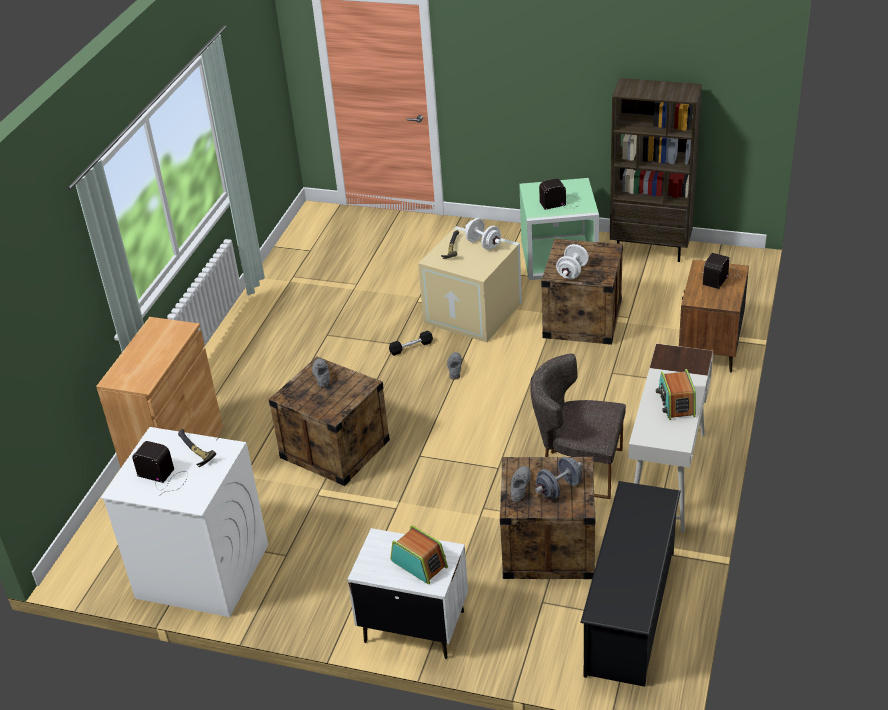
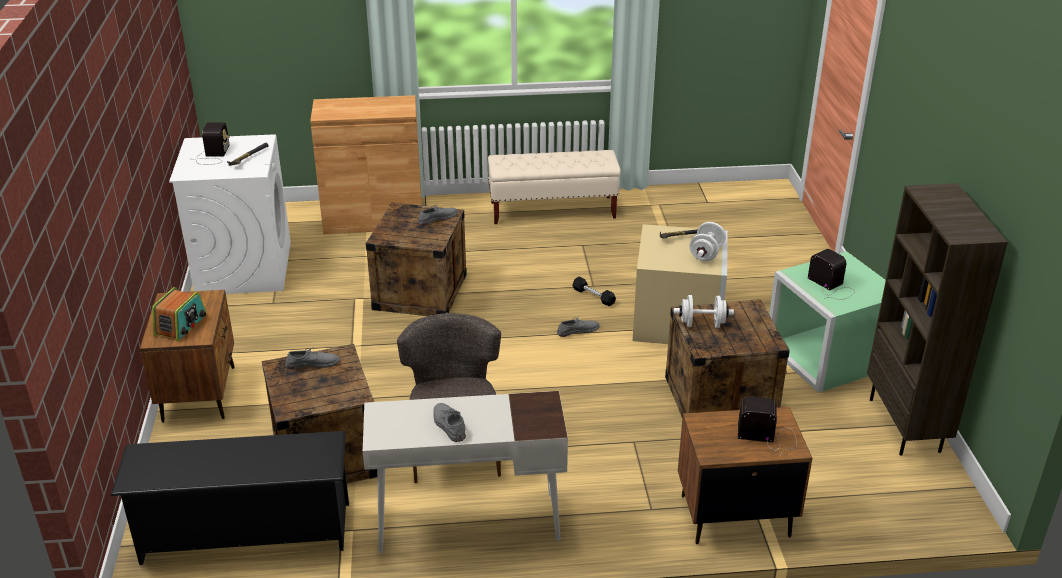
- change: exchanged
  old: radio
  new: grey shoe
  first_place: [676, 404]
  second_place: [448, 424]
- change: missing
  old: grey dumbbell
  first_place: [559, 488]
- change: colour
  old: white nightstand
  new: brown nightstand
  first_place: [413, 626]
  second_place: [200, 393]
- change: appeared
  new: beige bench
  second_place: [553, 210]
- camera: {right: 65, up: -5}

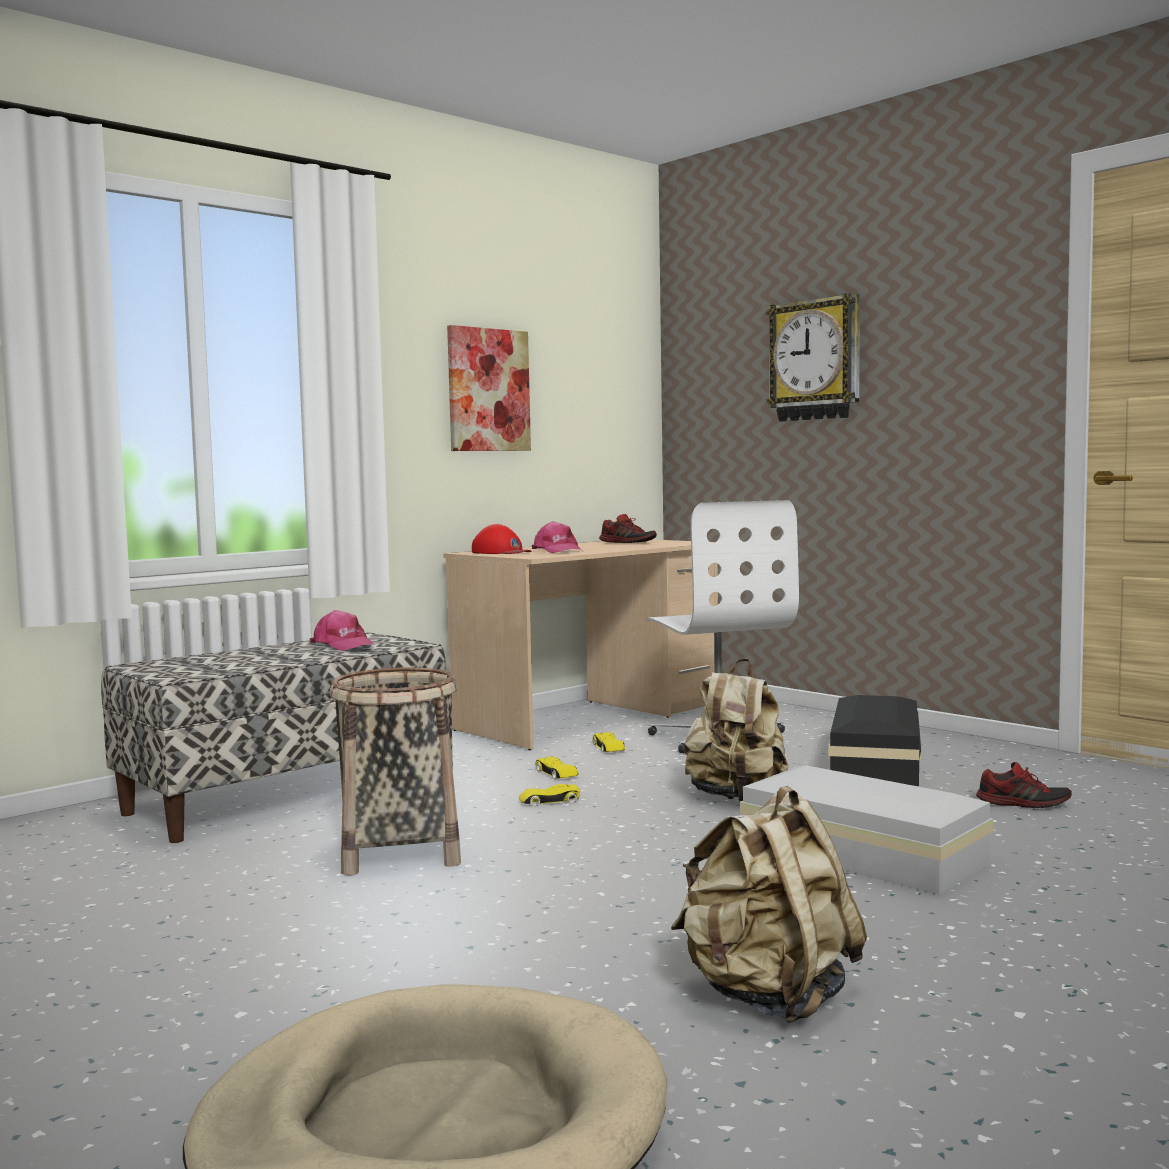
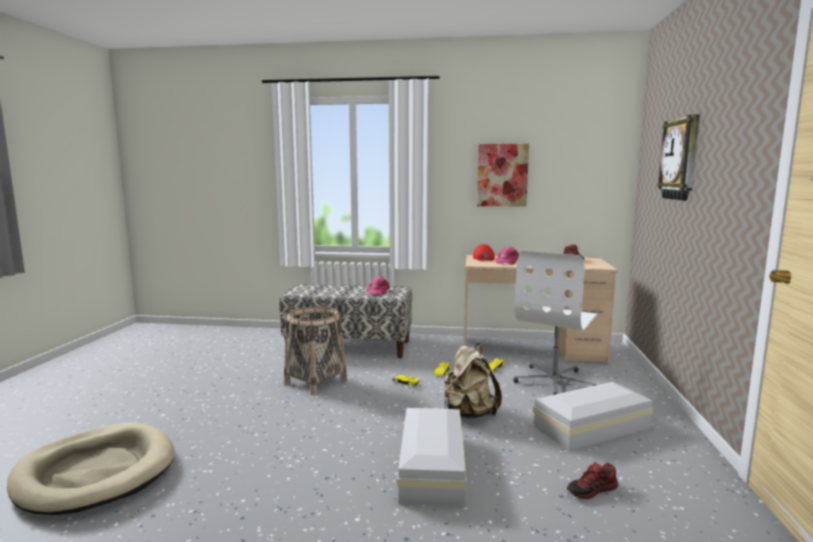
- change: colour
  old: black storage box
  new: white storage box
  first_place: [878, 761]
  second_place: [593, 427]
- change: spun
  old: shoe
  first_place: [1023, 803]
  second_place: [592, 490]
  degrees: 90
- change: missing
  old: beige backpack
  first_place: [768, 996]
- camera: {right: 50, up: 5}

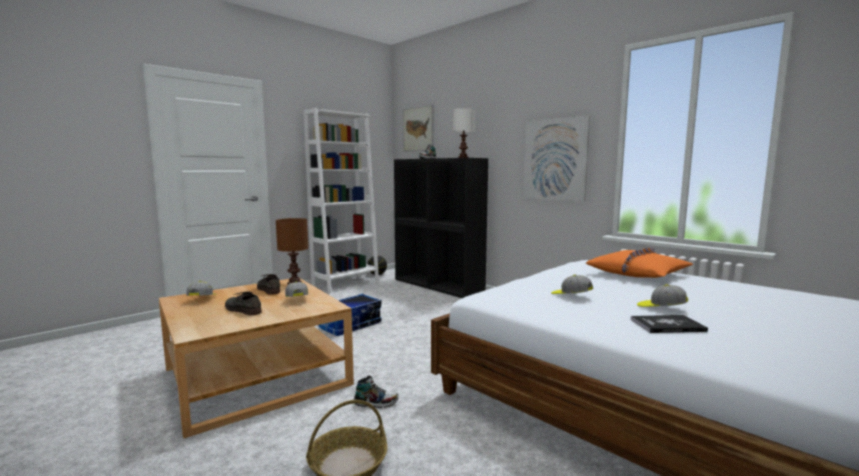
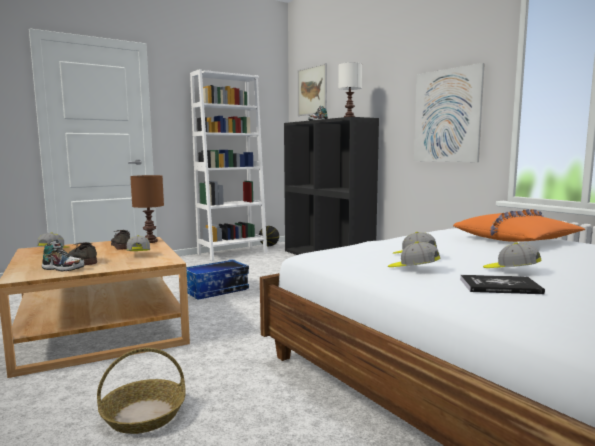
- change: relocated
  old: shoe
  first_place: [376, 403]
  second_place: [63, 268]
- change: appeared
  new: cap
  second_place: [412, 269]
- camera: {right: 10, up: 0}

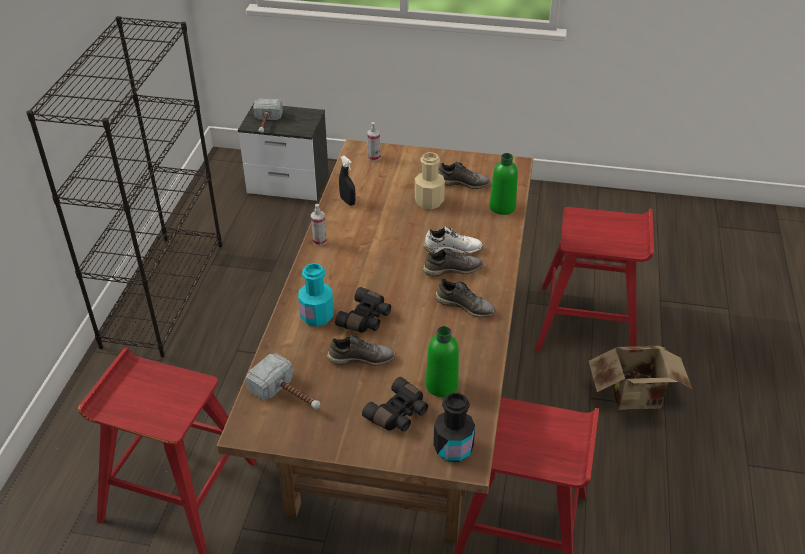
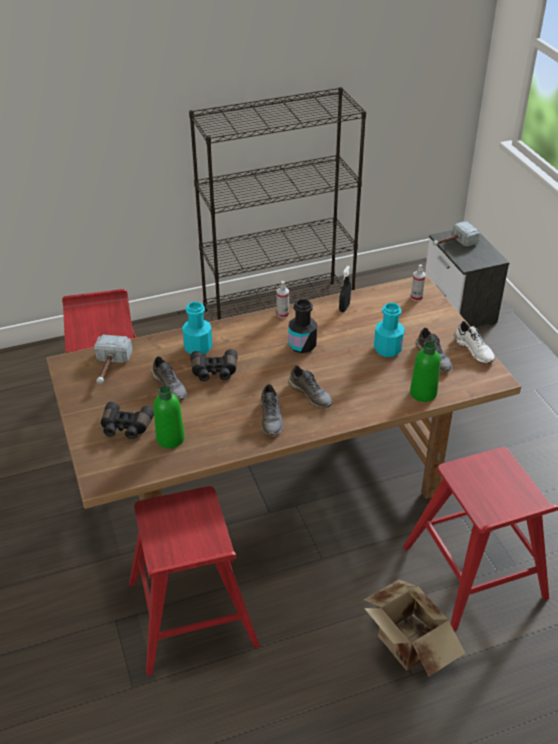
- change: colour
  old: beige bottle
  new: turquoise bottle
  first_place: [429, 201]
  second_place: [387, 349]
- change: relocated
  old: white shoe
  first_place: [452, 248]
  second_place: [474, 350]
- change: relocated
  old: black bottle
  first_place: [453, 448]
  second_place: [302, 345]
- camera: {right: 60, up: 0}

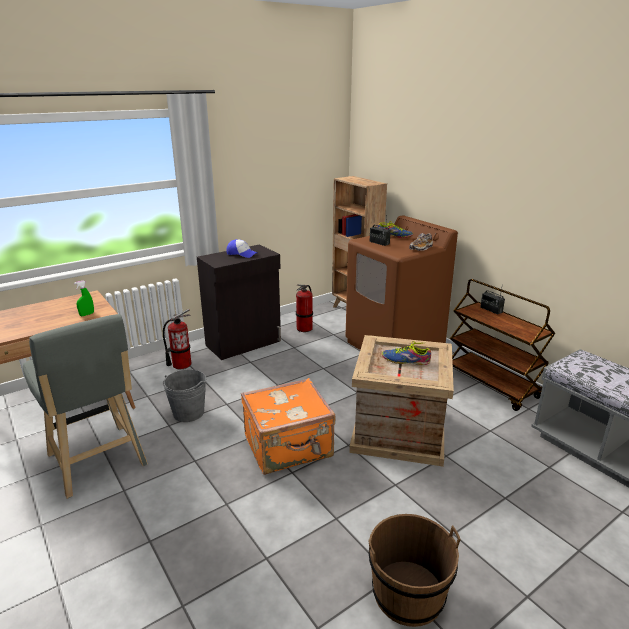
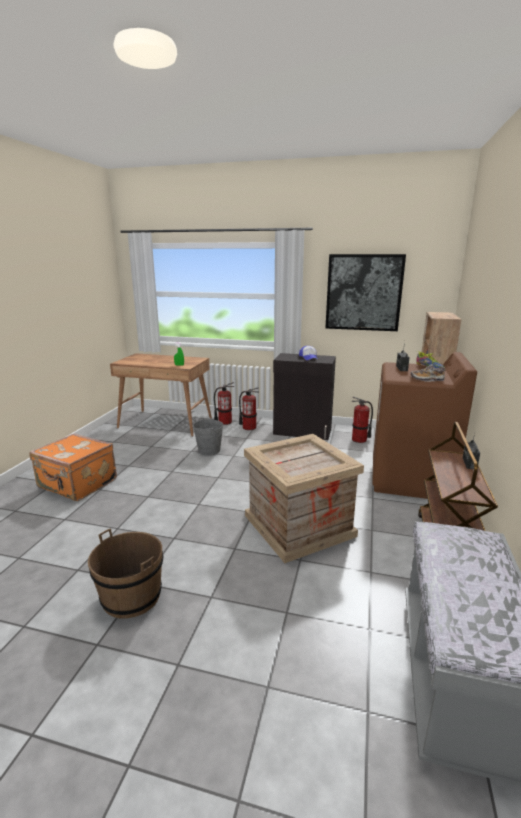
- change: missing
  old: grey stool
  first_place: [98, 463]
- change: missing
  old: shoe
  first_place: [406, 360]
- change: relocated
  old: orange suitcase
  first_place: [289, 447]
  second_place: [77, 484]
- change: appeared
  new: picture
  second_place: [363, 292]
- change: appeared
  new: fire extinguisher
  second_place: [225, 422]
- camera: {right: 50, up: -5}

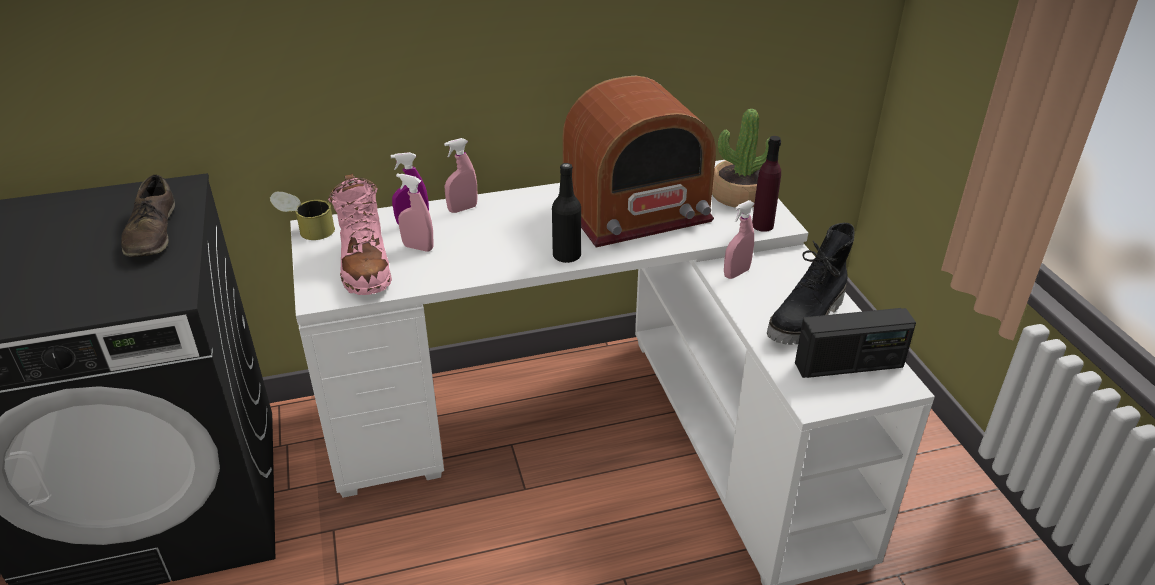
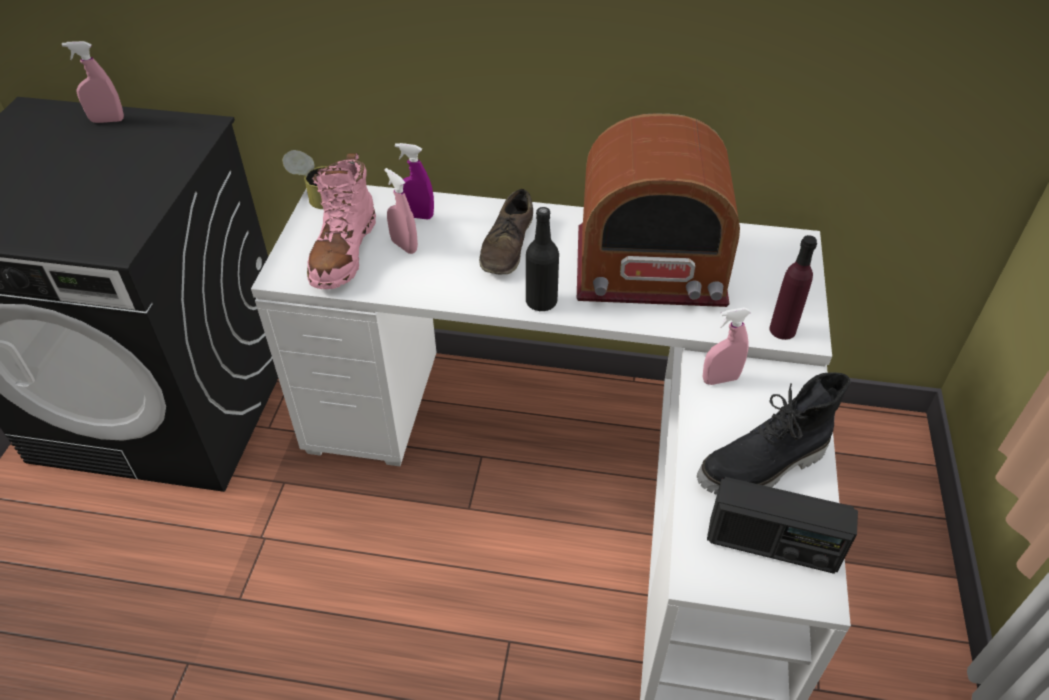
- change: missing
  old: potted plant
  first_place: [739, 195]
- change: relocated
  old: pink spray bottle
  first_place: [462, 209]
  second_place: [107, 120]
- change: relocated
  old: brown shoe
  first_place: [152, 233]
  second_place: [507, 245]
- camera: {right: 25, up: 10}

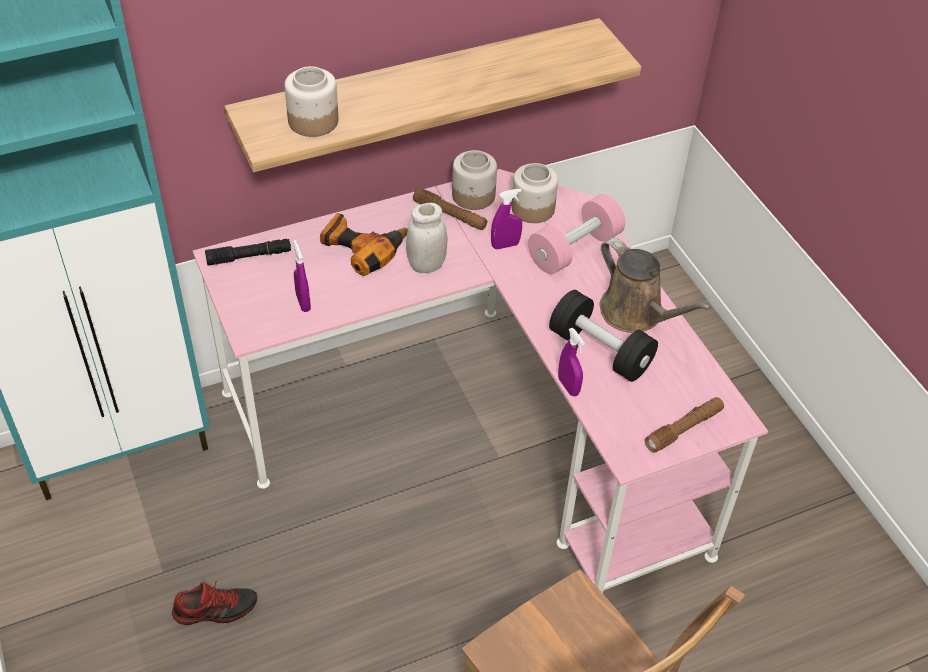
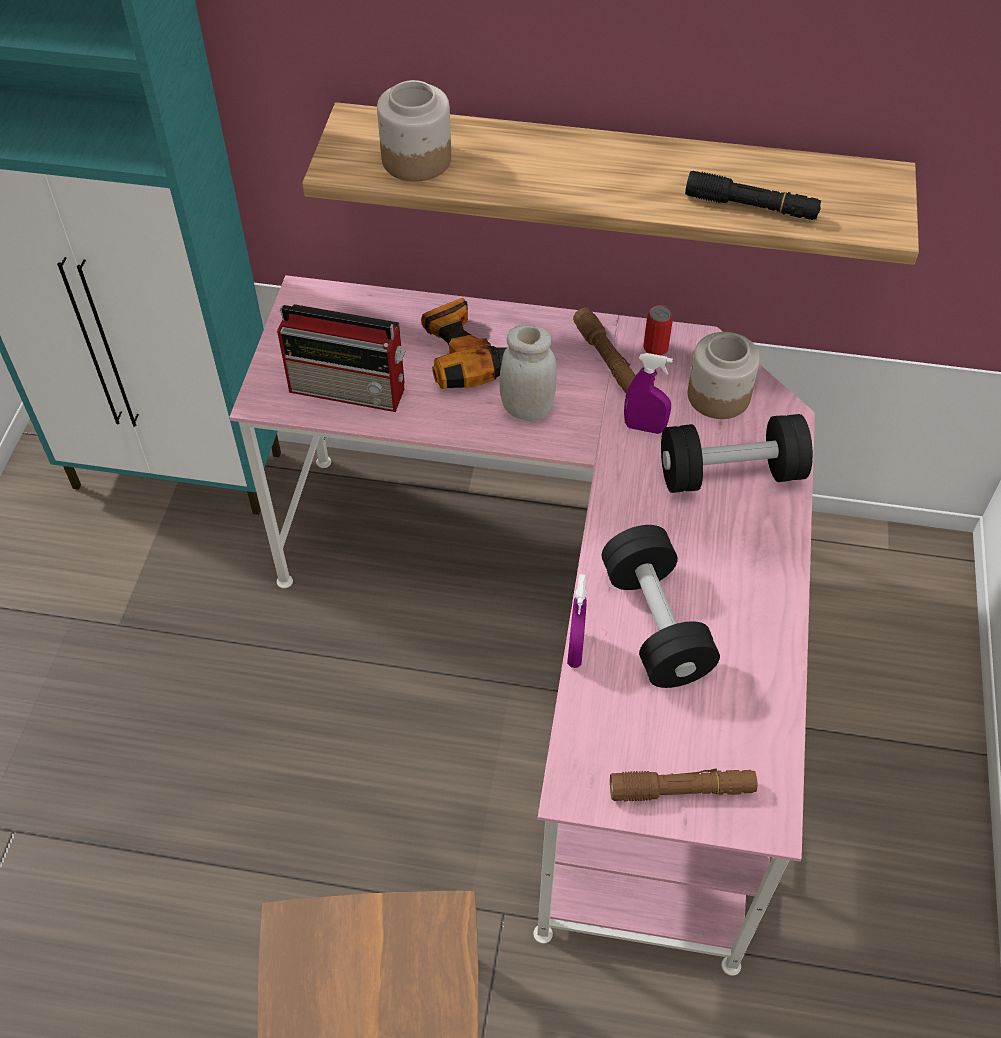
- change: exchanged
  old: jar
  new: can
  first_place: [474, 196]
  second_place: [655, 347]
- change: colour
  old: pink dumbbell
  new: black dumbbell
  first_place: [574, 249]
  second_place: [730, 474]
- change: missing
  old: brown watering can
  first_place: [636, 314]
- change: relocated
  old: black flashlight
  first_place: [249, 257]
  second_place: [751, 207]
- change: exchanged
  old: purple spray bottle
  new: radio
  first_place: [303, 302]
  second_place: [350, 389]
- change: missing
  old: shoe
  first_place: [215, 609]
- camera: {right: 35, up: 5}

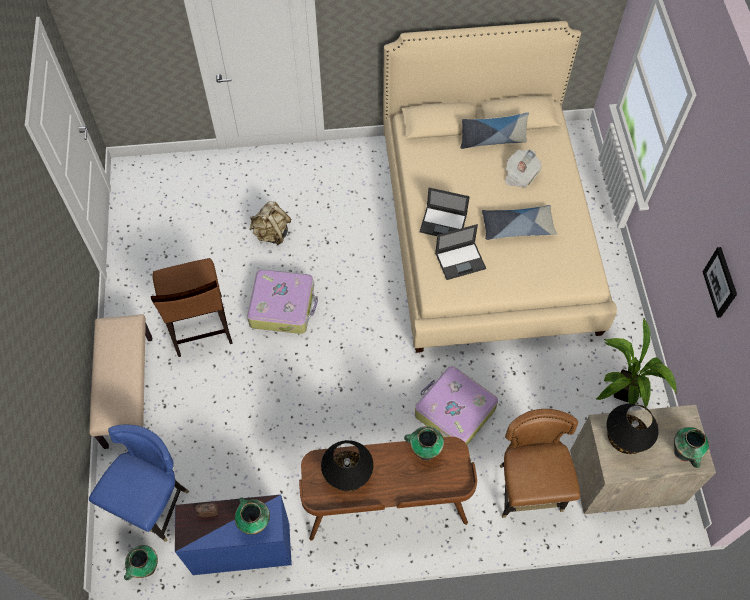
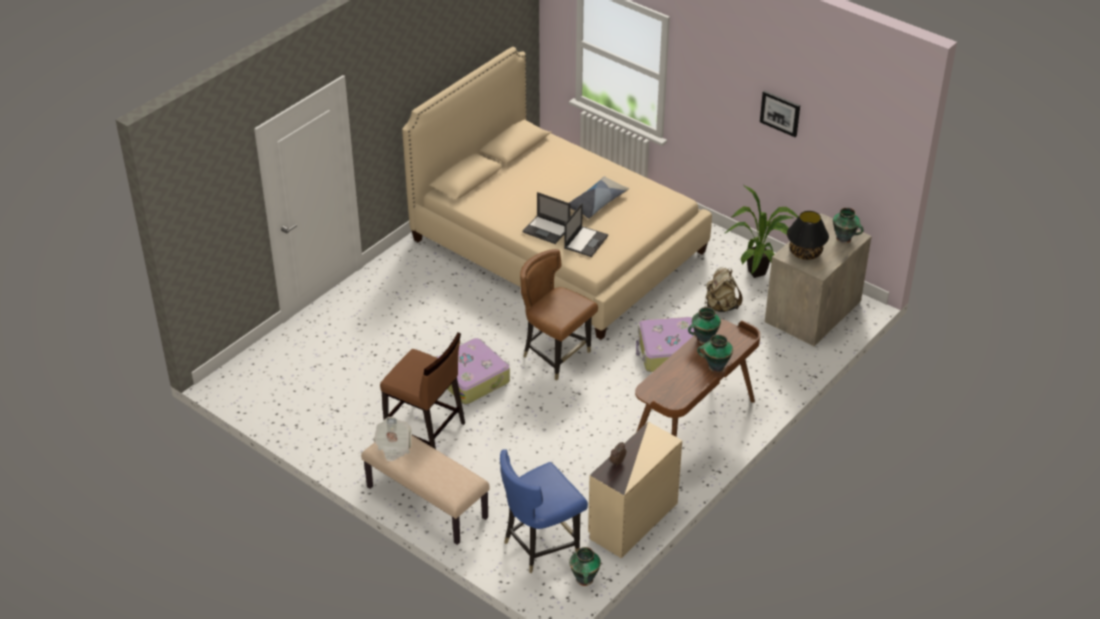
- change: missing
  old: pillow
  first_place: [492, 141]
- change: relocated
  old: newspaper
  first_place: [520, 175]
  second_place: [393, 447]
- change: spun
  old: laptop
  first_place: [443, 223]
  second_place: [547, 230]
  degrees: 60
- change: relocated
  old: beige backpack
  first_place: [272, 233]
  second_place: [721, 306]
- change: relocated
  old: brown chair
  first_place: [528, 489]
  second_place: [556, 356]
- change: spun
  old: blue chair
  first_place: [154, 505]
  second_place: [540, 545]
  degrees: -105
- change: missing
  old: black table lamp
  first_place: [347, 474]
- change: colour
  old: blue dresser
  new: beige dresser
  first_place: [241, 547]
  second_place: [632, 520]
- change: relocated
  old: vase
  first_place: [254, 523]
  second_place: [715, 367]
- camera: {right: -45, up: -20}

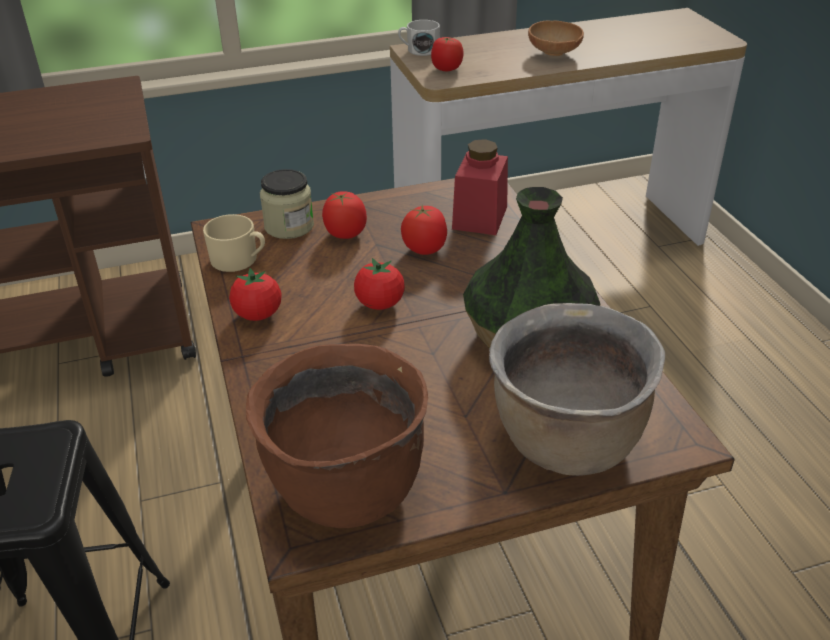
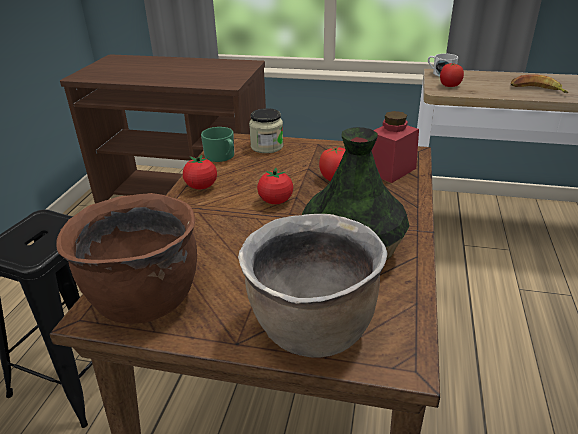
- change: exchanged
  old: brown bowl
  new: banana
  first_place: [553, 54]
  second_place: [537, 90]
- change: missing
  old: tomato
  first_place: [345, 234]
- change: colour
  old: beige mug
  new: green mug
  first_place: [239, 260]
  second_place: [222, 157]
- camera: {right: 30, up: -5}

